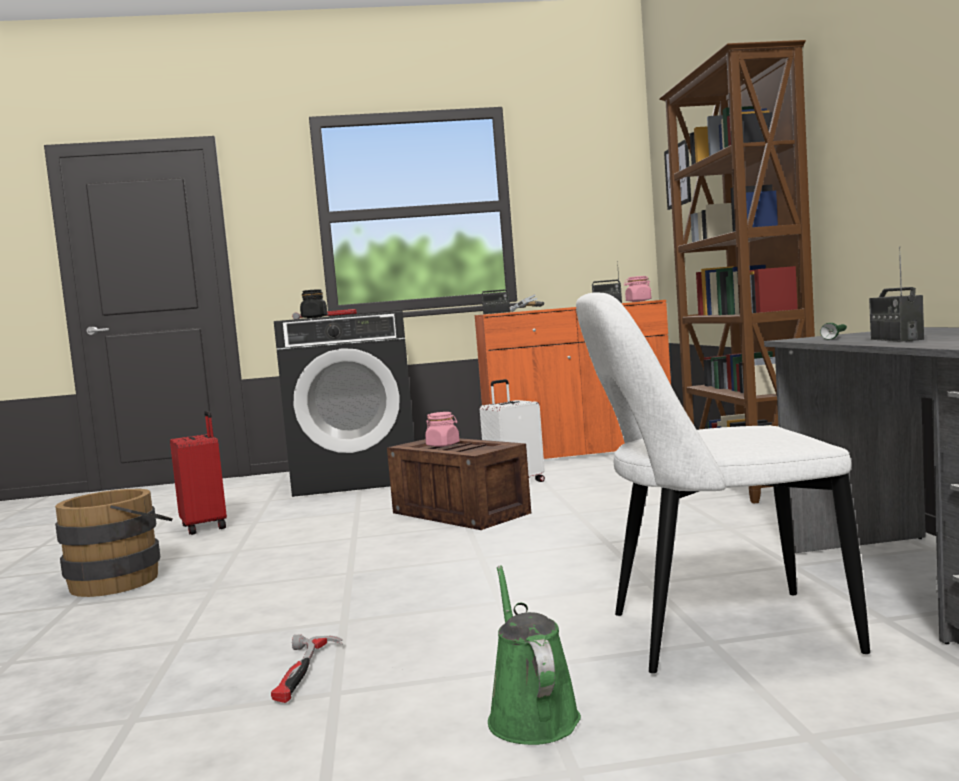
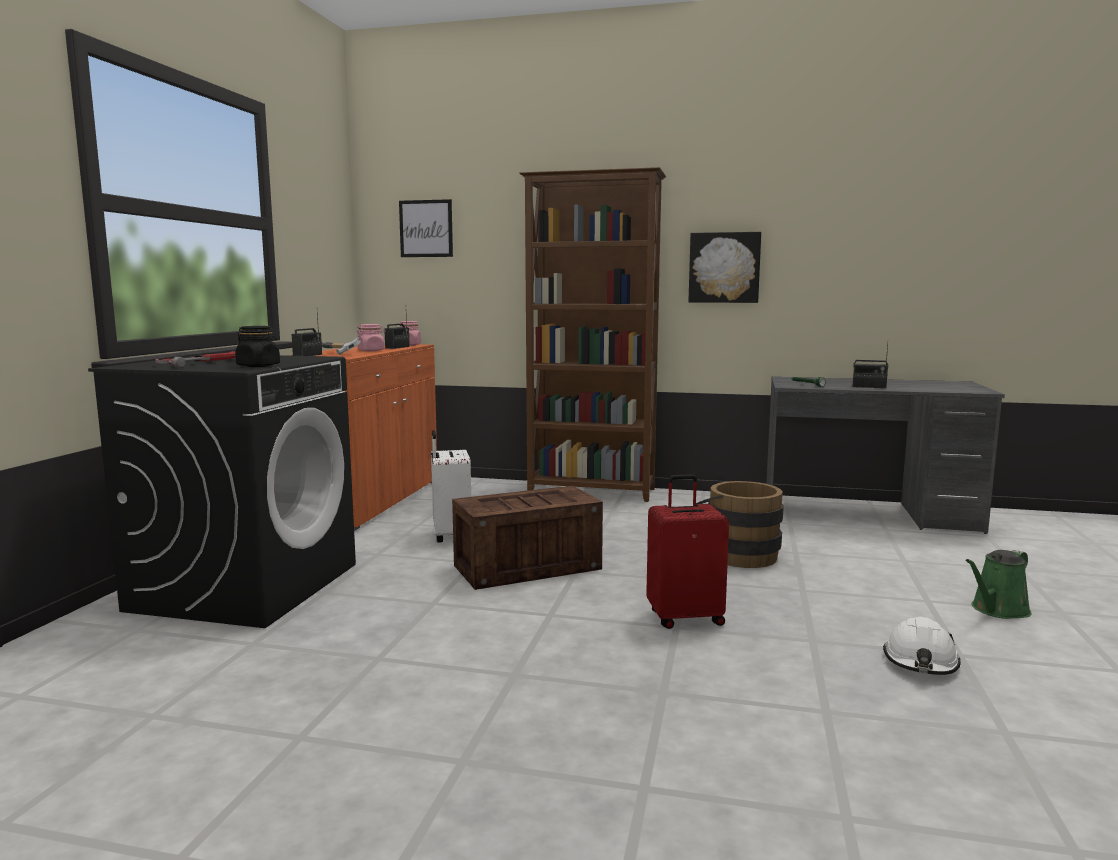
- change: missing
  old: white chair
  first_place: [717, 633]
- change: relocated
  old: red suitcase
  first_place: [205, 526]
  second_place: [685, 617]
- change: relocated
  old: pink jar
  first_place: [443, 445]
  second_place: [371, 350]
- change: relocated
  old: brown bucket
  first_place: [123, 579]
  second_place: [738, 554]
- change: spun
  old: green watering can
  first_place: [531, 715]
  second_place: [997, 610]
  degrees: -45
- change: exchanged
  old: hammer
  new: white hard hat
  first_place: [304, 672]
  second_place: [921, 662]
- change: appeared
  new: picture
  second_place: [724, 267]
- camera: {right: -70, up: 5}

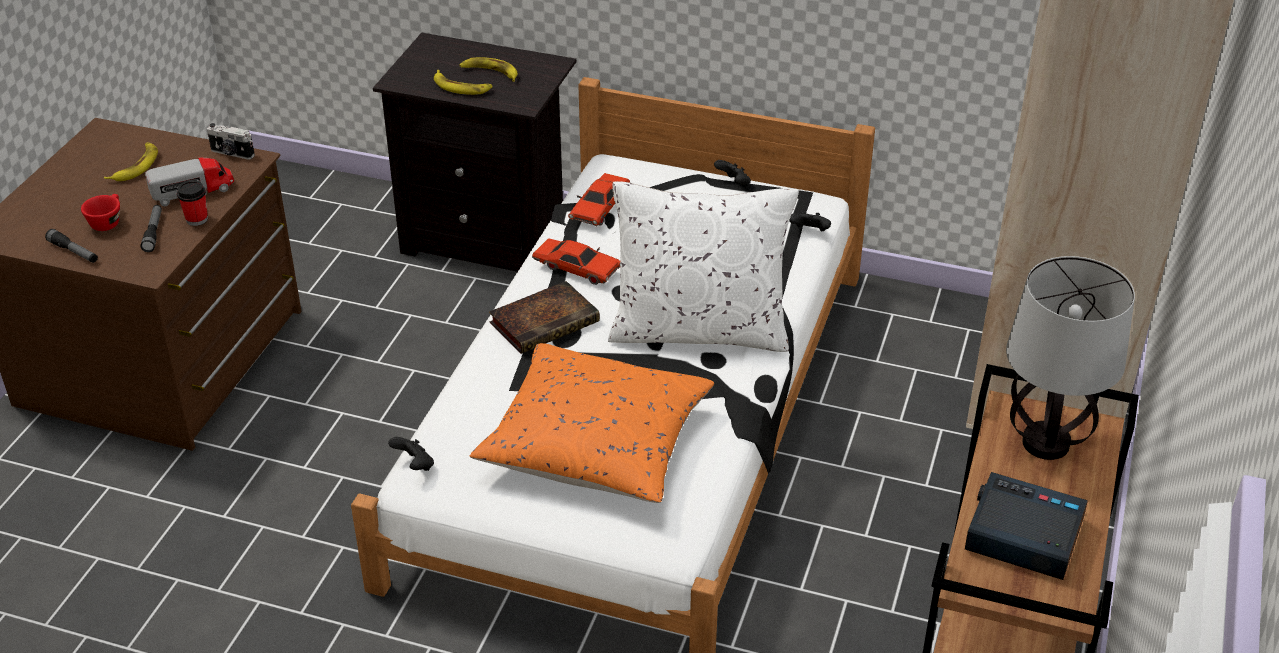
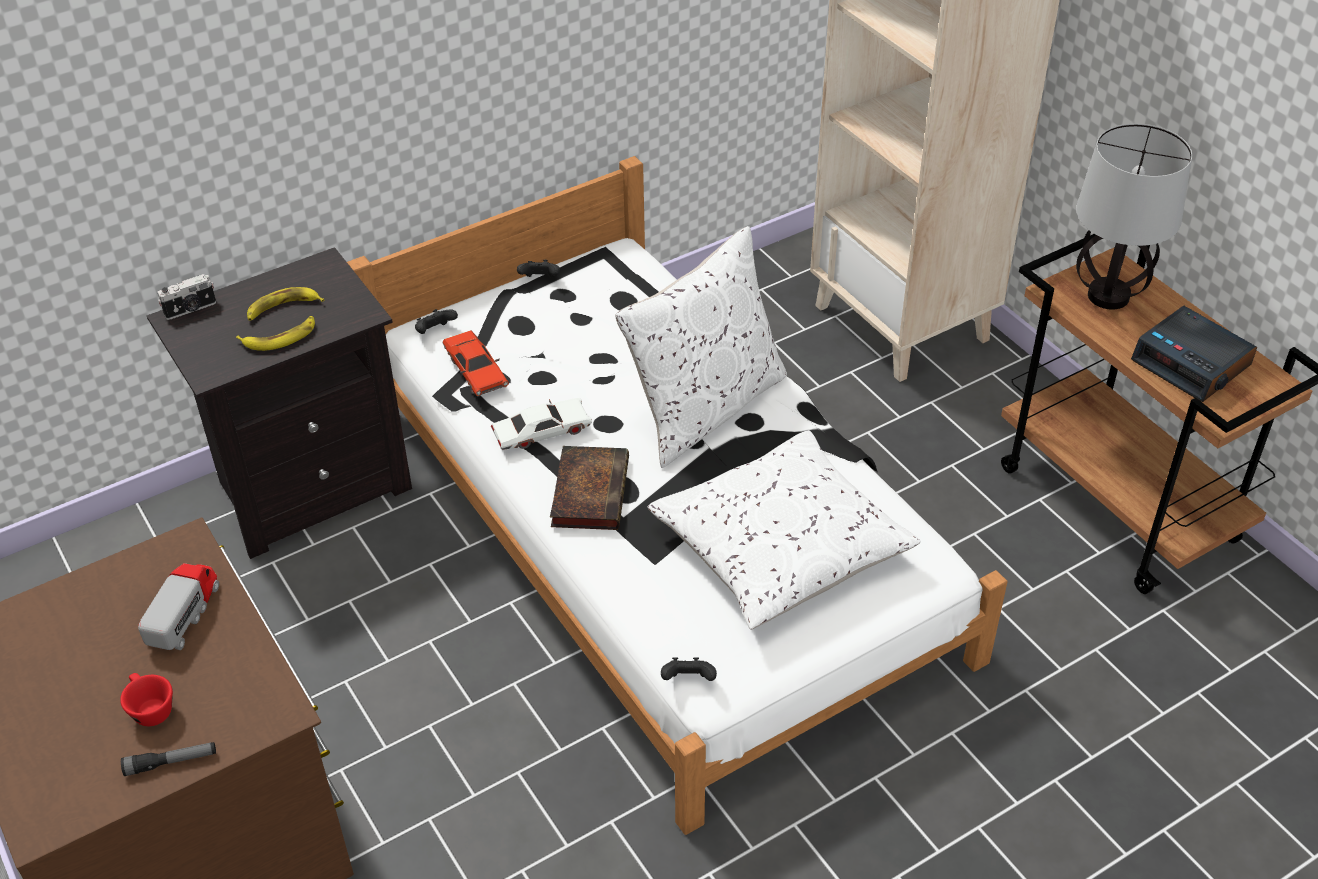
- change: relocated
  old: photo camera
  first_place: [232, 153]
  second_place: [191, 309]
- change: missing
  old: banana
  first_place: [136, 166]
- change: missing
  old: cup
  first_place: [197, 219]
- change: missing
  old: flashlight
  first_place: [153, 232]
- change: relocated
  old: black game controller
  first_place: [809, 232]
  second_place: [435, 332]
- change: colour
  old: red toy car
  new: white toy car
  first_place: [577, 268]
  second_place: [542, 432]
- change: colour
  old: orange pillow
  new: white pillow
  first_place: [595, 444]
  second_place: [780, 548]
- change: spun
  old: alarm clock
  first_place: [1022, 535]
  second_place: [1192, 363]
  degrees: -105
- camera: {right: -50, up: 5}

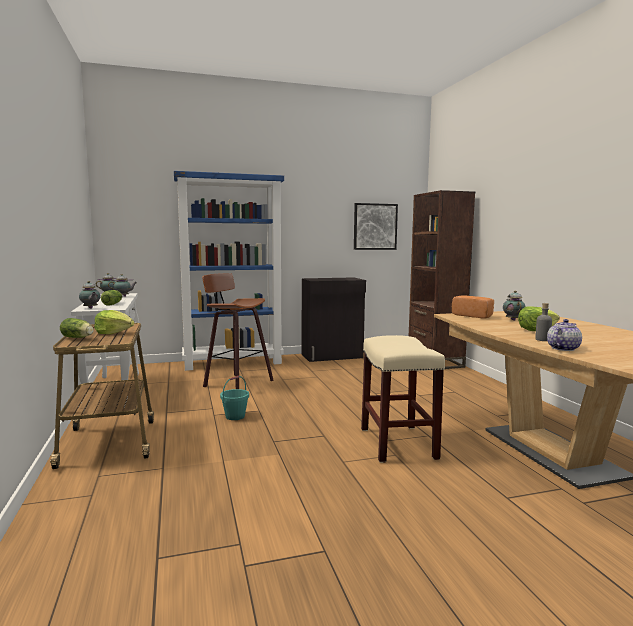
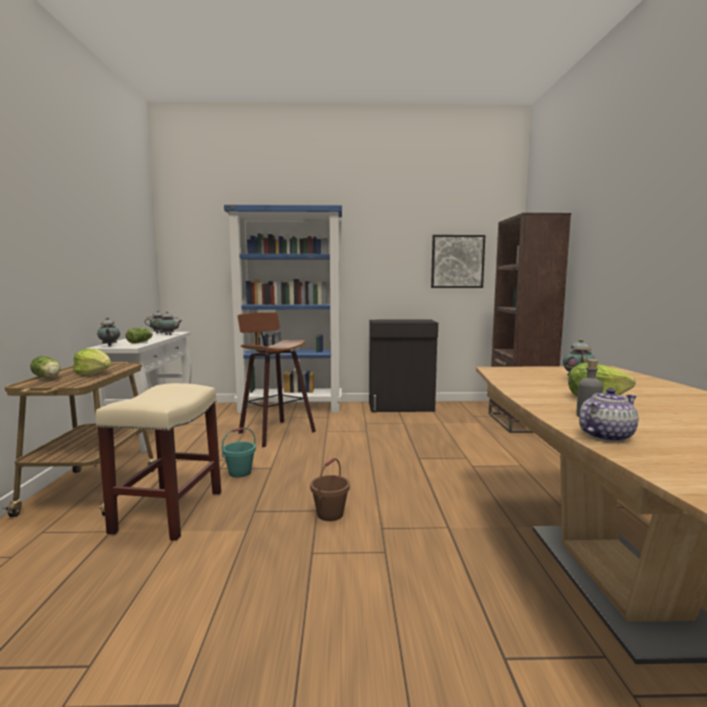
- change: missing
  old: bread
  first_place: [473, 316]
- change: relocated
  old: beige stool
  first_place: [397, 443]
  second_place: [169, 511]
- change: appeared
  new: brown bucket
  second_place: [330, 514]
- camera: {right: 15, up: 0}

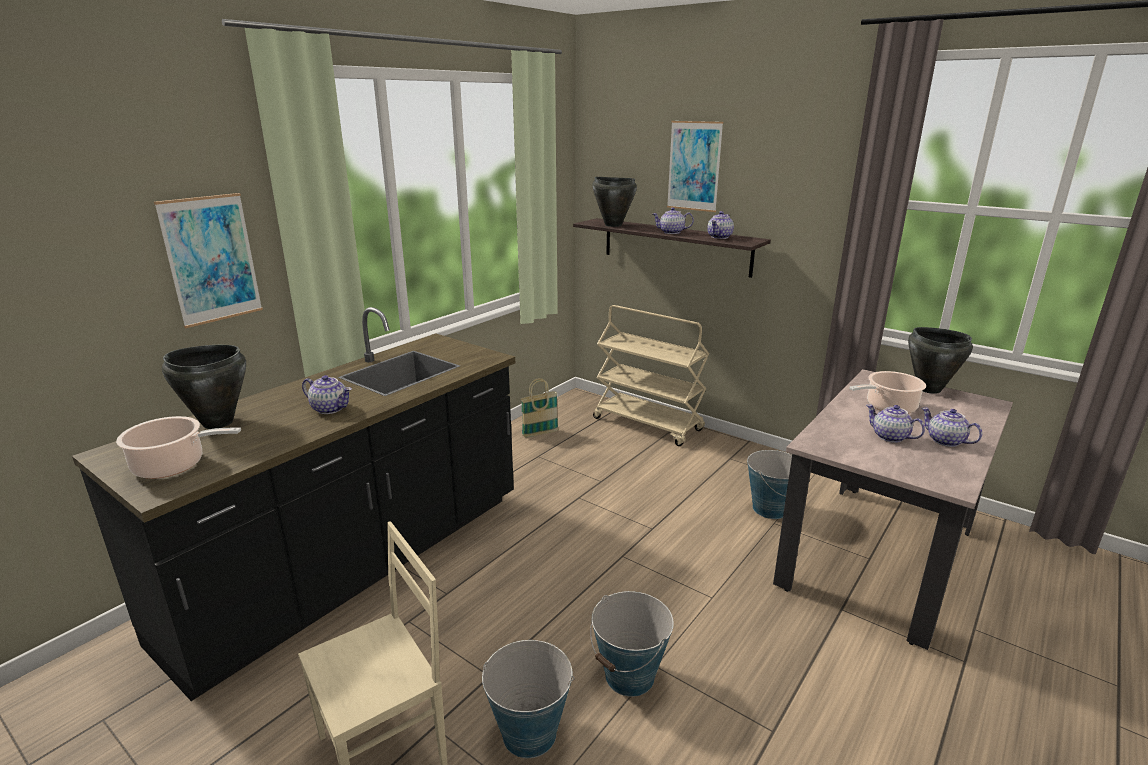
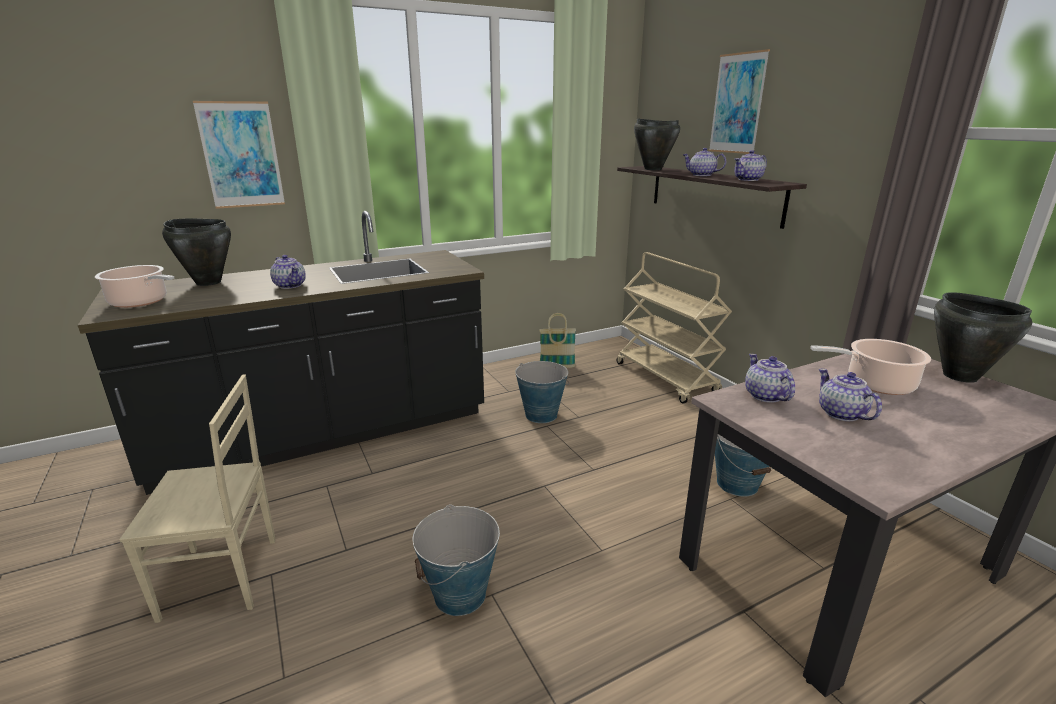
- change: relocated
  old: teapot
  first_place: [945, 441]
  second_place: [765, 395]
- change: relocated
  old: bucket
  first_place: [529, 733]
  second_place: [541, 415]
- camera: {right: 25, up: 0}

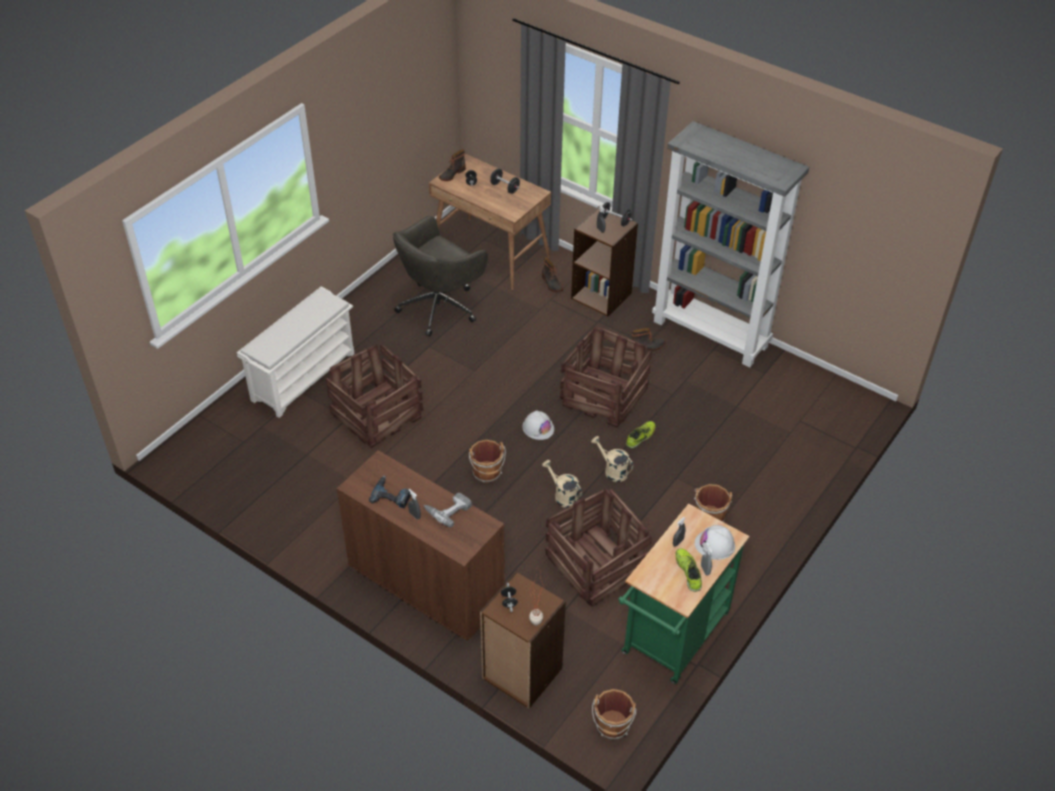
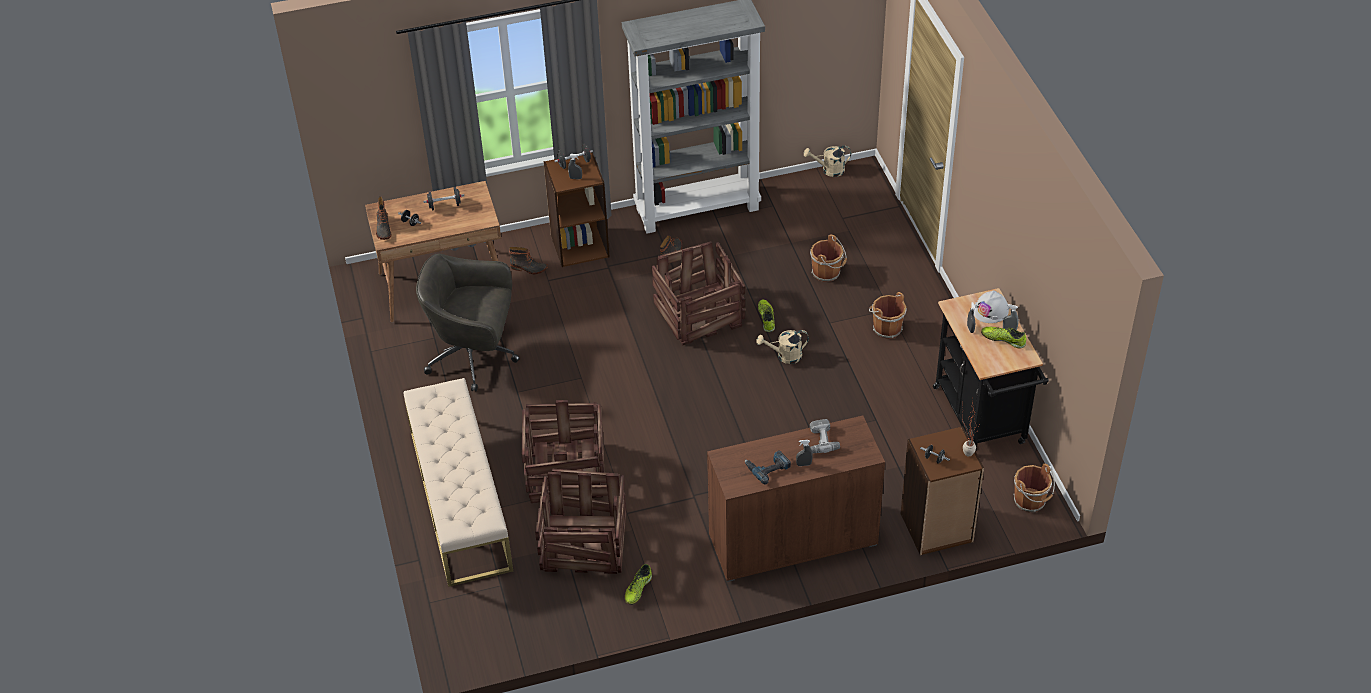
- change: spun
  old: grey office chair
  first_place: [440, 306]
  second_place: [474, 357]
  degrees: 105
- change: exchanged
  old: white shoe rack
  new: beige bench
  first_place: [303, 376]
  second_place: [460, 499]
- change: missing
  old: white hard hat
  first_place: [538, 428]
- change: relocated
  old: brown bucket
  first_place: [487, 473]
  second_place: [827, 273]
- change: relocated
  old: beige watering can
  first_place: [562, 495]
  second_place: [829, 170]
- change: relocated
  old: crate
  first_place: [595, 564]
  second_place: [582, 543]
- change: colour
  old: green cart
  new: black cart
  first_place: [672, 639]
  second_place: [982, 420]
- change: appeared
  new: shoe
  second_place: [638, 589]
- camera: {right: -50, up: 0}

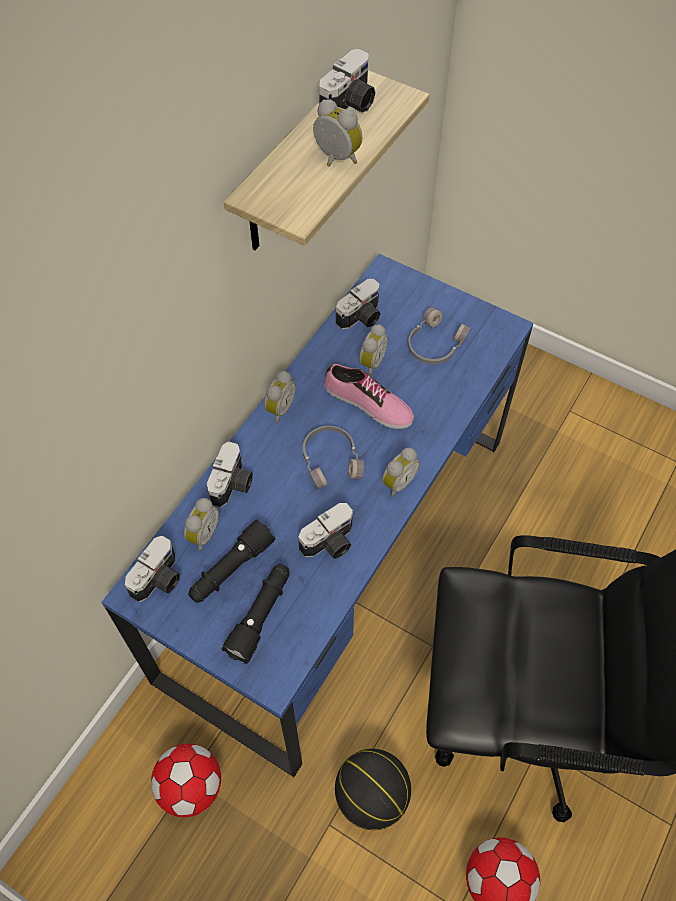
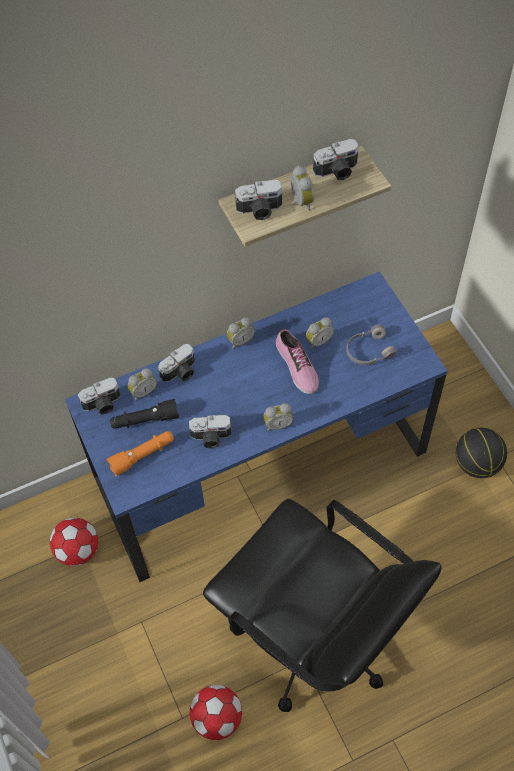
- change: relocated
  old: photo camera
  first_place: [362, 317]
  second_place: [260, 210]
- change: missing
  old: grey headphones
  first_place: [331, 460]
- change: colour
  old: black flashlight
  new: orange flashlight
  first_place: [261, 615]
  second_place: [143, 455]
- change: relocated
  old: basketball
  first_place: [372, 795]
  second_place: [477, 464]
- camera: {right: 35, up: 0}

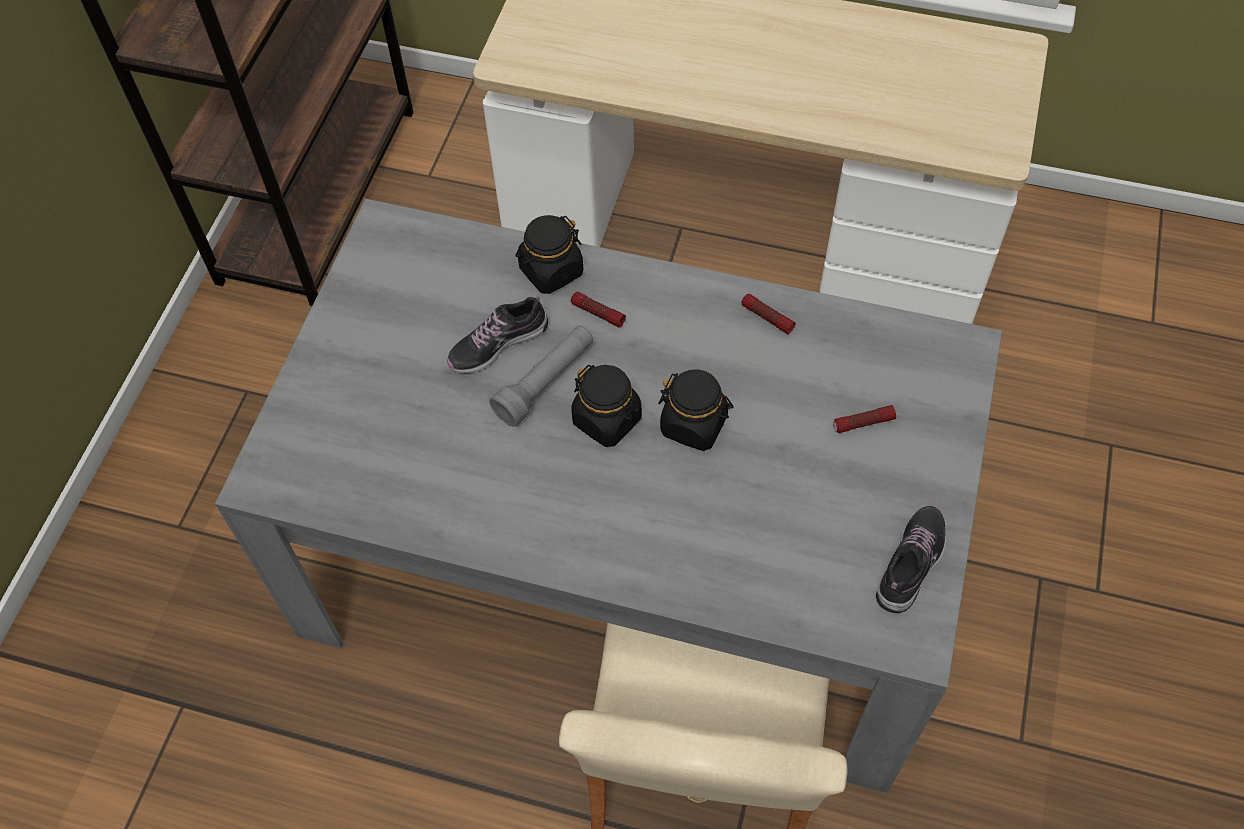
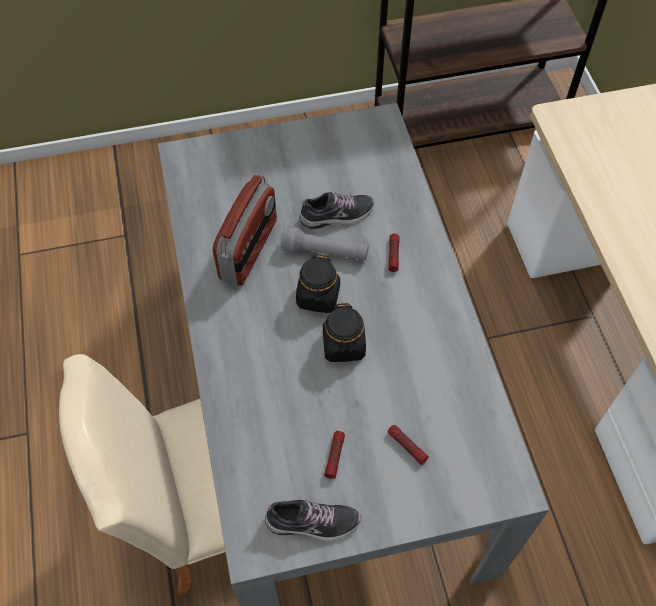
- change: missing
  old: black jar
  first_place: [551, 271]
- change: spun
  old: shoe
  first_place: [498, 344]
  second_place: [337, 215]
  degrees: 135
- change: relocated
  old: flashlight
  first_place: [767, 318]
  second_place: [334, 456]
- change: appeared
  new: radio
  second_place: [249, 250]
- camera: {right: 60, up: 0}

